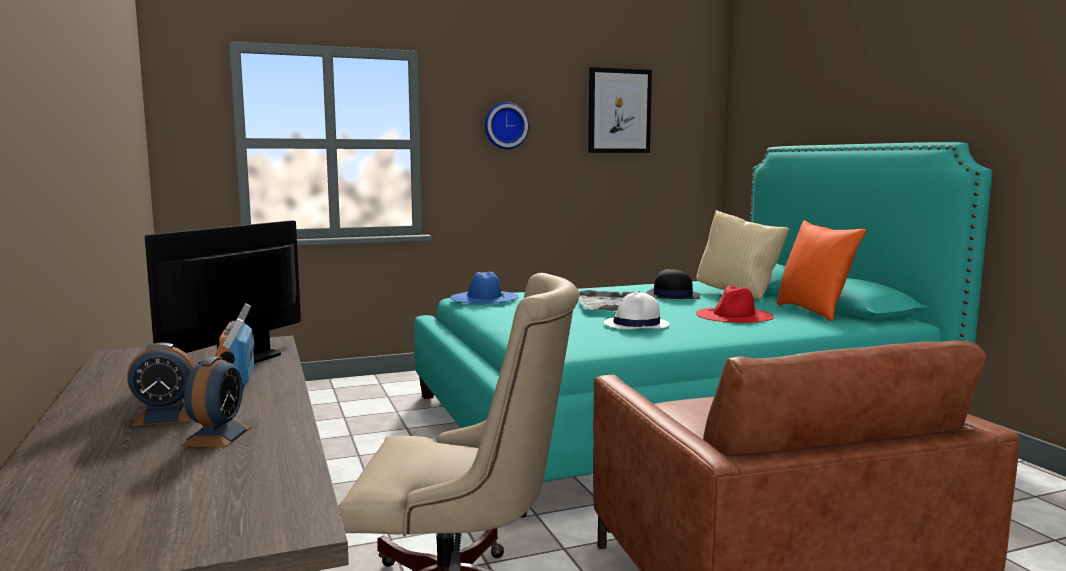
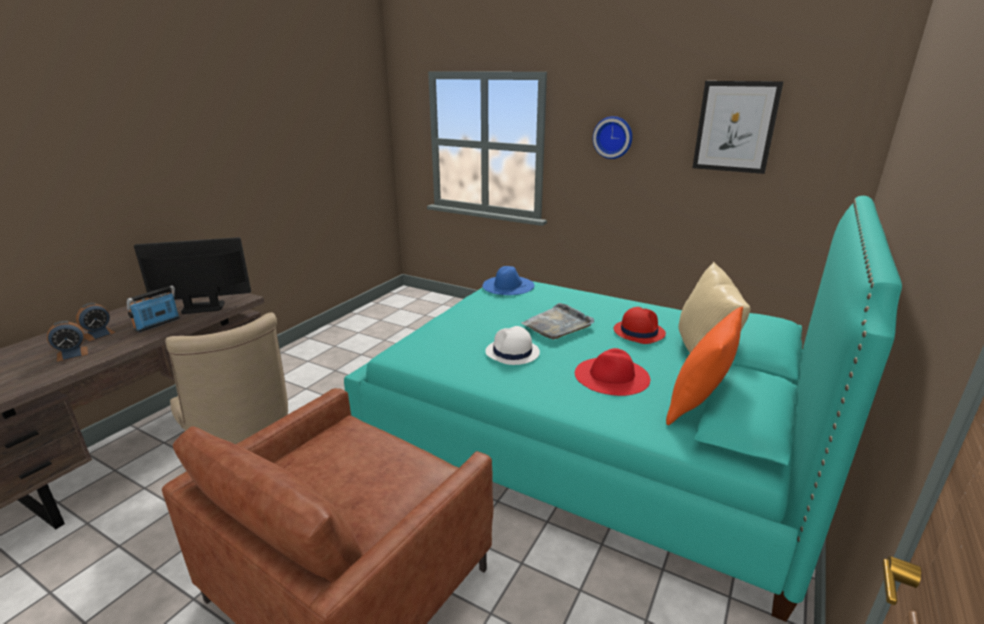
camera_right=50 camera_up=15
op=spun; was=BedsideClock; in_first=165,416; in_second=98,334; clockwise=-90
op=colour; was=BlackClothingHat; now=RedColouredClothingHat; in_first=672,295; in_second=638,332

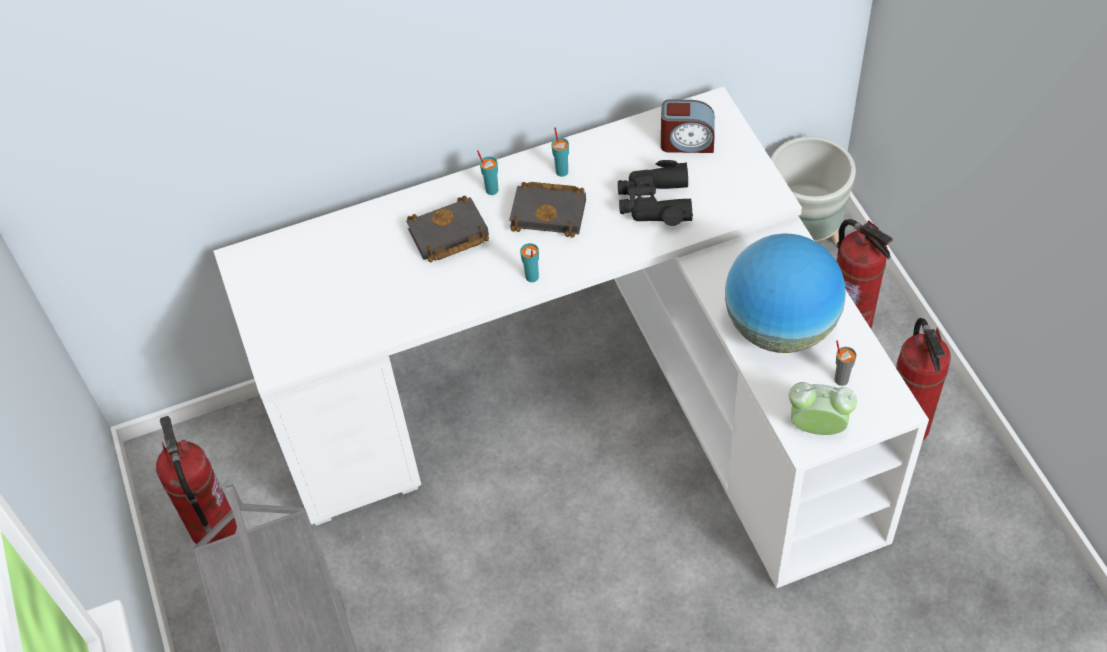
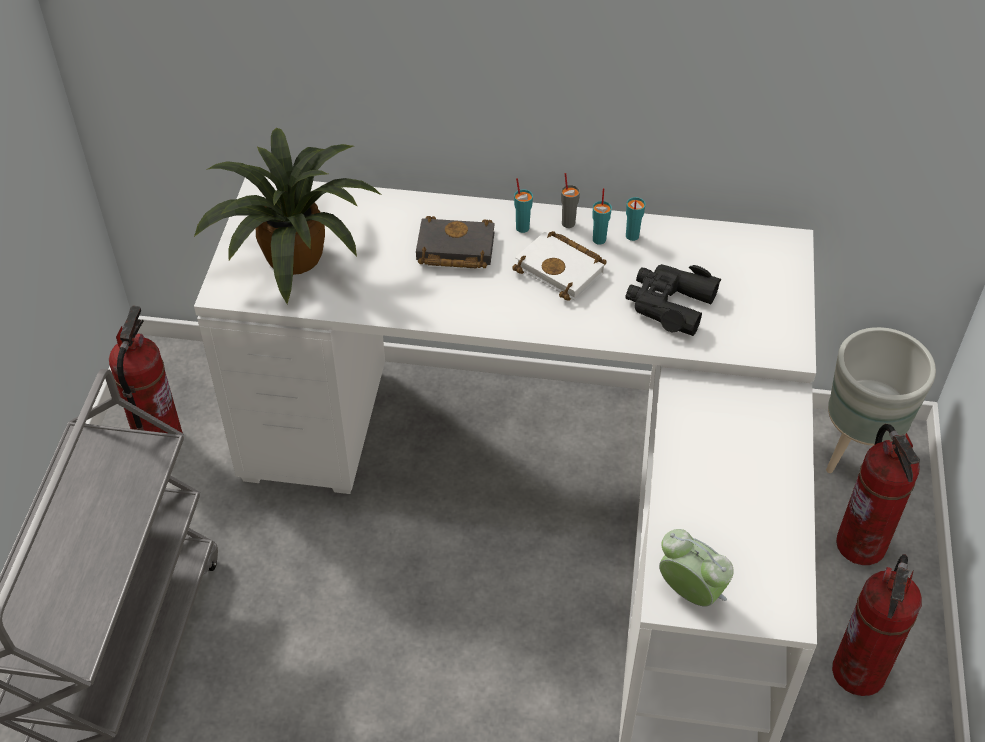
camera_right=25 camera_up=-5
op=colour; was=BlackBoundBook; now=WhiteBoundBook; in_first=551,212; in_second=563,270
op=relocated; was=TurquoiseDrinkingCup; in_first=532,277; in_second=632,236
op=missing; was=BedsideClock; in_first=687,142
op=missing; was=Globe; in_first=780,328
op=relocated; was=GreyDrinkingCup; in_first=841,379; in_second=568,223
op=appeared; now=PottedPlant; in_second=297,260

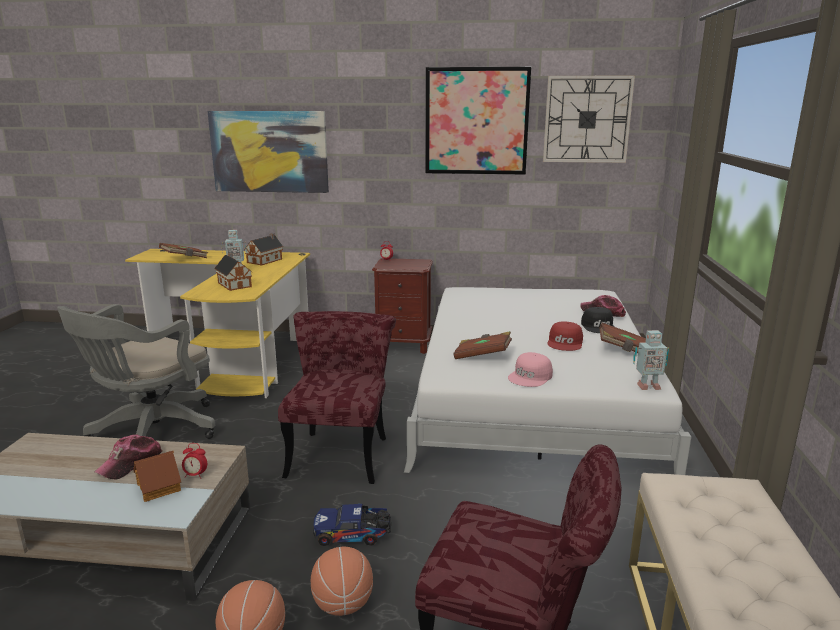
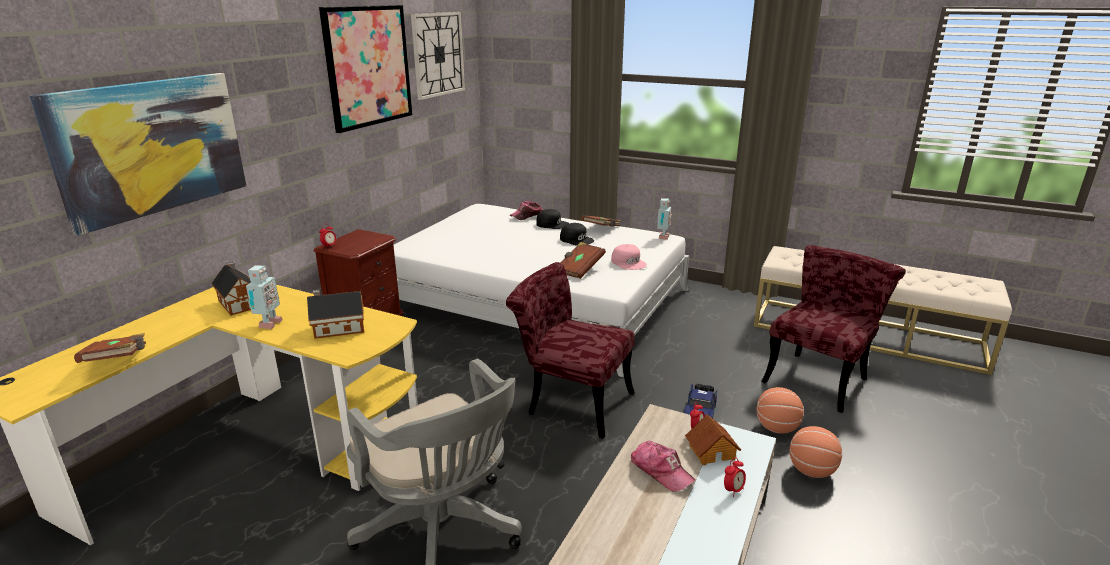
camera_right=-70 camera_up=5
op=colour; was=RedColouredPeakedCap; now=BlackPeakedCap; in_first=565,343; in_second=577,239
op=appeared; now=BedsideClock; in_second=733,490

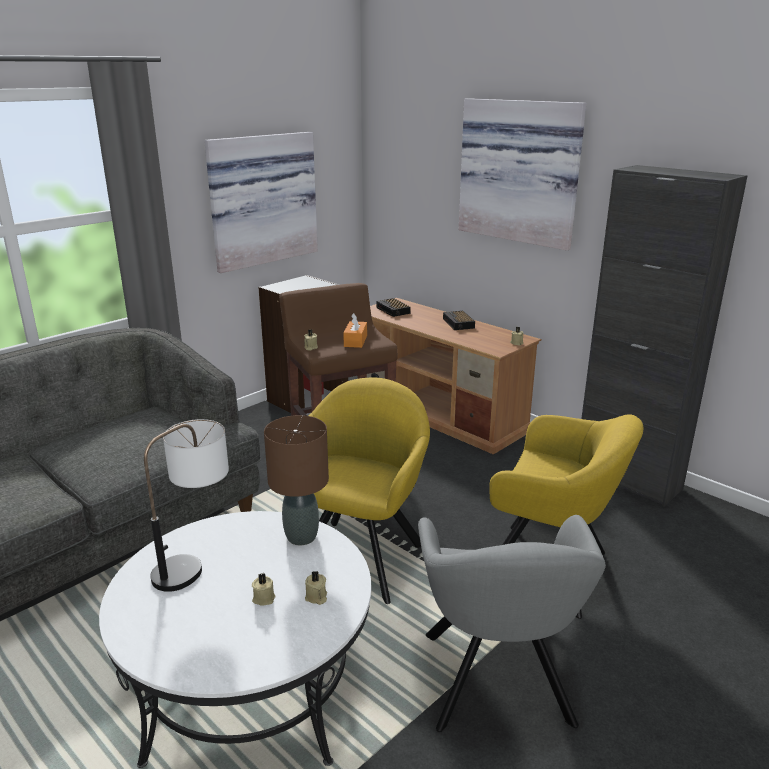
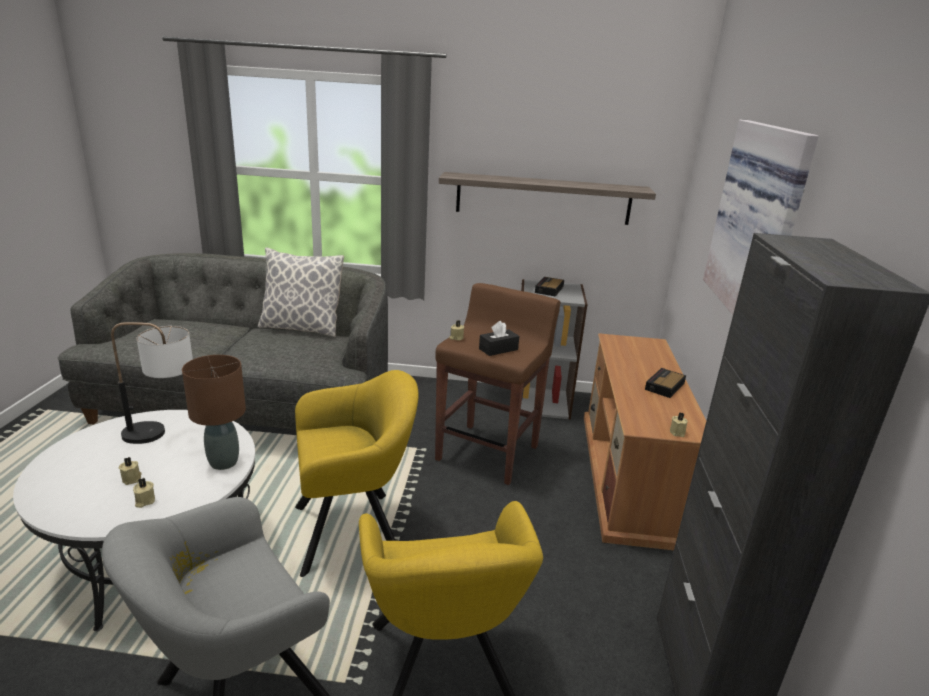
camera_right=50 camera_up=0
op=exchanged; was=WallPicture; now=BracketShelf; in_first=261,199; in_second=543,198
op=colour; was=OrangeColouredBoxOfTissues; now=BlackBoxOfTissues; in_first=355,341; in_second=498,349
op=relocated; was=BedsideClock; in_first=393,310; in_second=549,290
op=appeared; now=Pillow; in_second=301,328

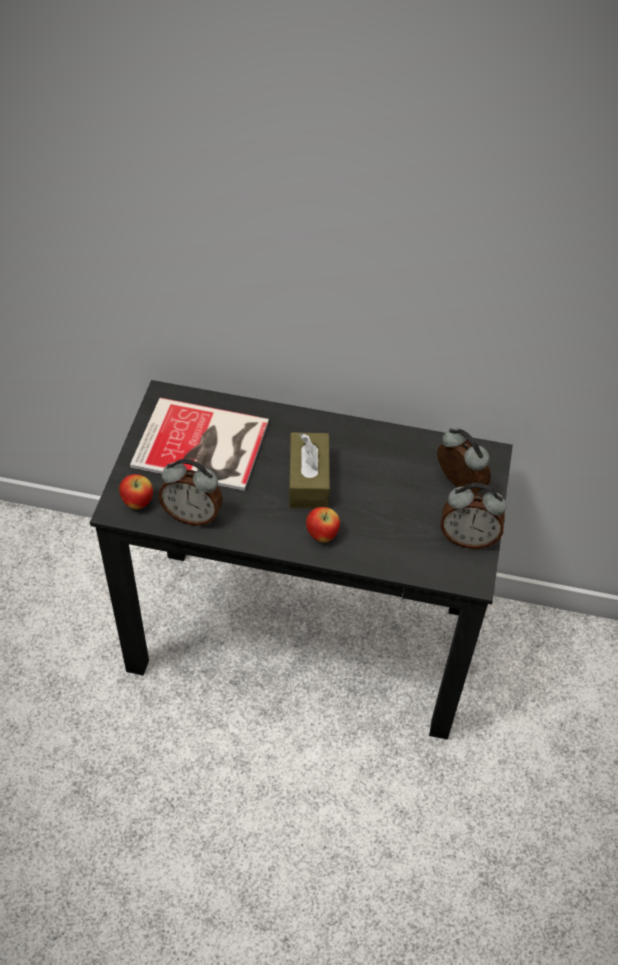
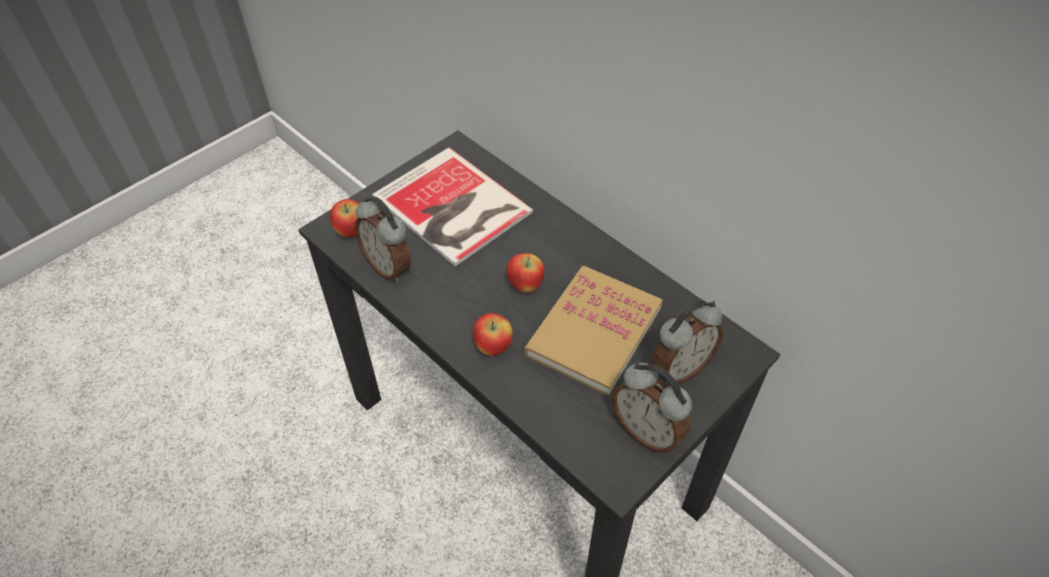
camera_right=35 camera_up=0
op=exchanged; was=BrownColouredBoxOfTissues; now=AppleFruit; in_first=308,480; in_second=525,285
op=spun; was=BedsideClock; in_first=457,485; in_second=680,367; clockwise=60
op=appeared; now=BoundBook; in_second=594,331

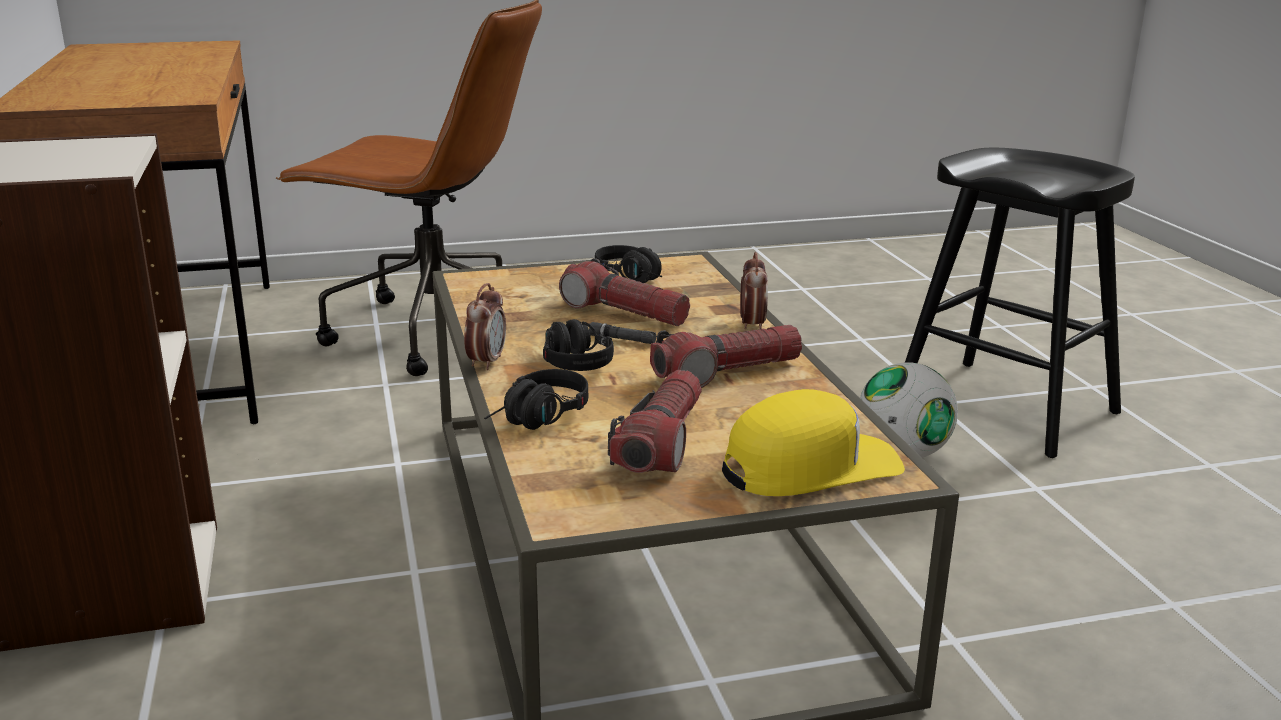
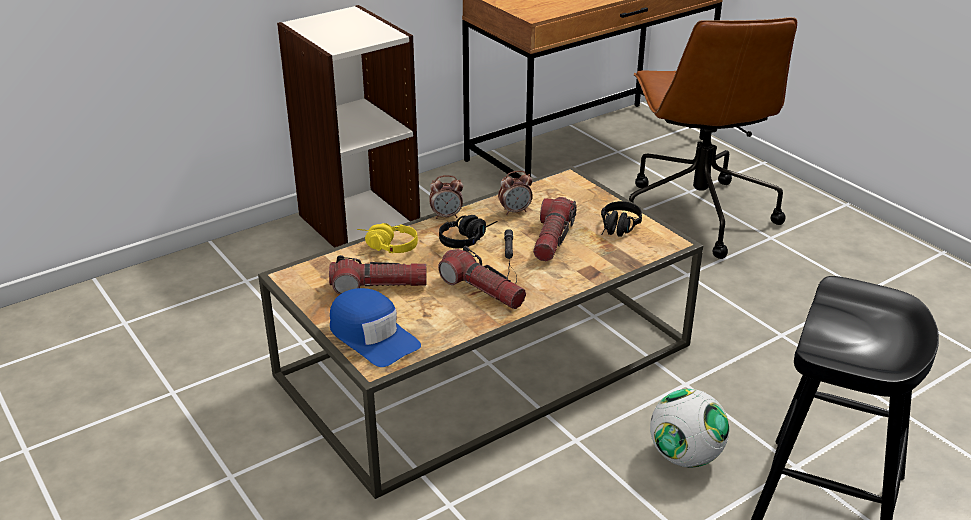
camera_right=70 camera_up=10
op=colour; was=BlackHeadphones; now=YellowHeadphones; in_first=537,419; in_second=386,247
op=colour; was=YellowPeakedCap; now=BlueColouredPeakedCap; in_first=810,467; in_second=372,336
op=relocated; was=BedsideClock; in_first=752,325; in_second=515,211

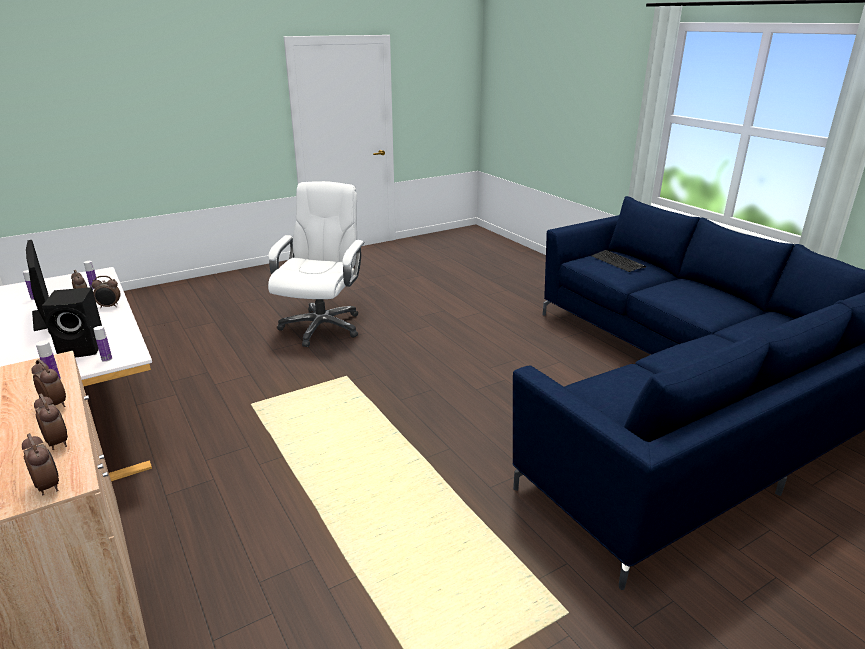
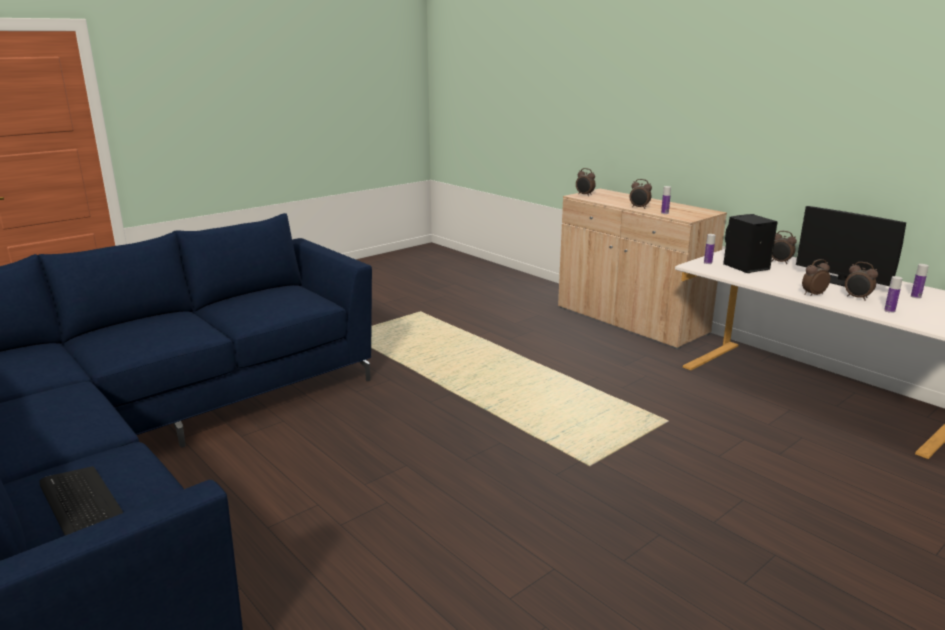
camera_right=170 camera_up=-5
op=relocated; was=BedsideClock; in_first=58,442; in_second=780,262
op=missing; was=WhiteDeskChair; in_first=322,326

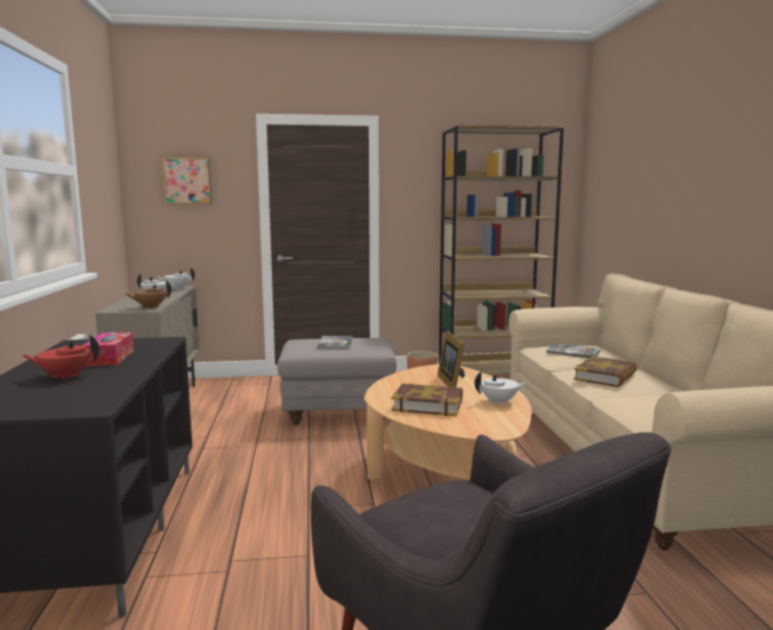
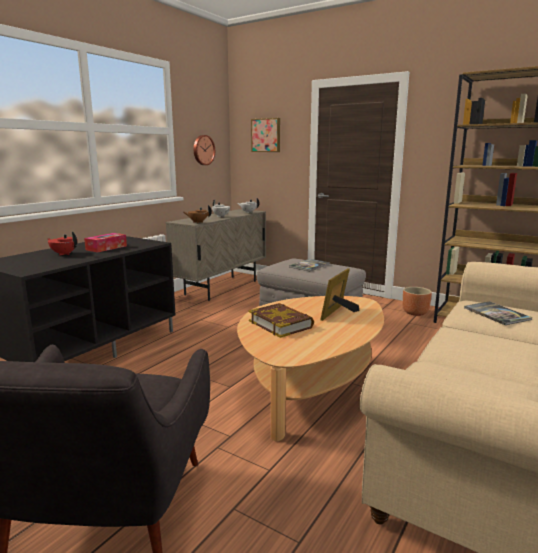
camera_right=40 camera_up=5
op=missing; was=WhiteTeaPot; in_first=499,402
op=missing; was=BoundBook; in_first=605,377
op=appeared; now=ClockOnTheWall; in_second=203,150

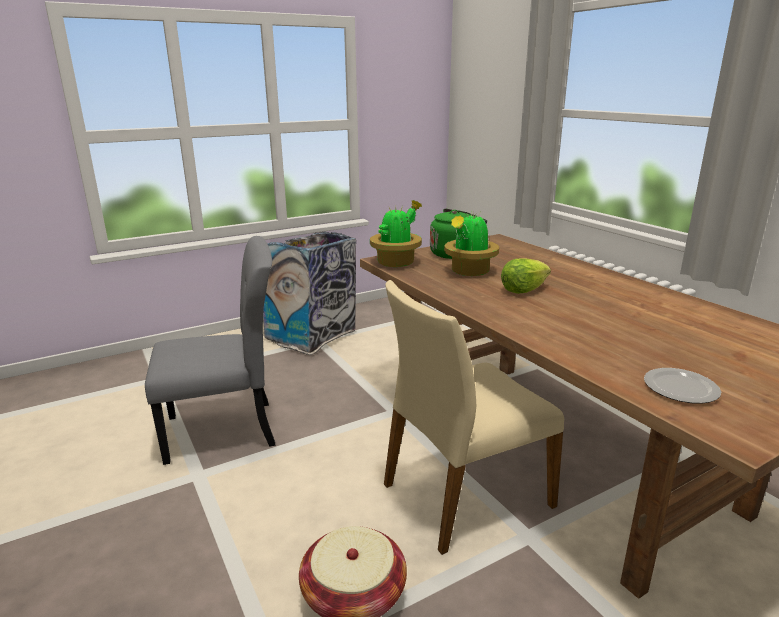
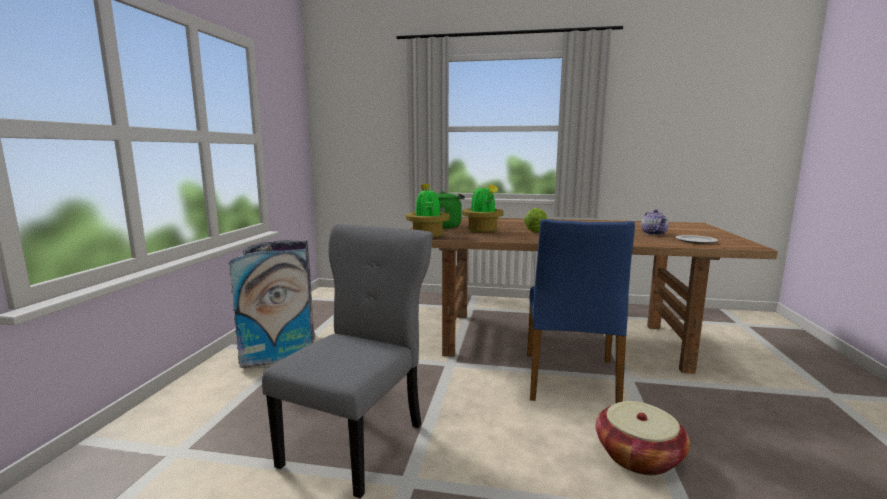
camera_right=-50 camera_up=-10
op=colour; was=SandColouredPlainChair; now=BlueColouredPlainChair; in_first=464,494; in_second=571,379
op=appeared; now=TeaPot; in_second=654,233

